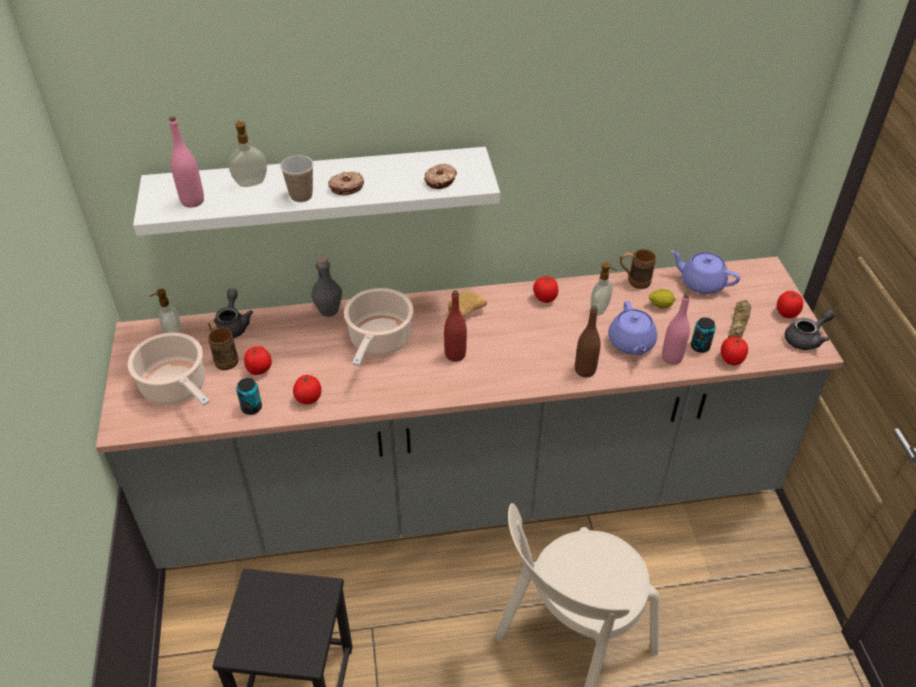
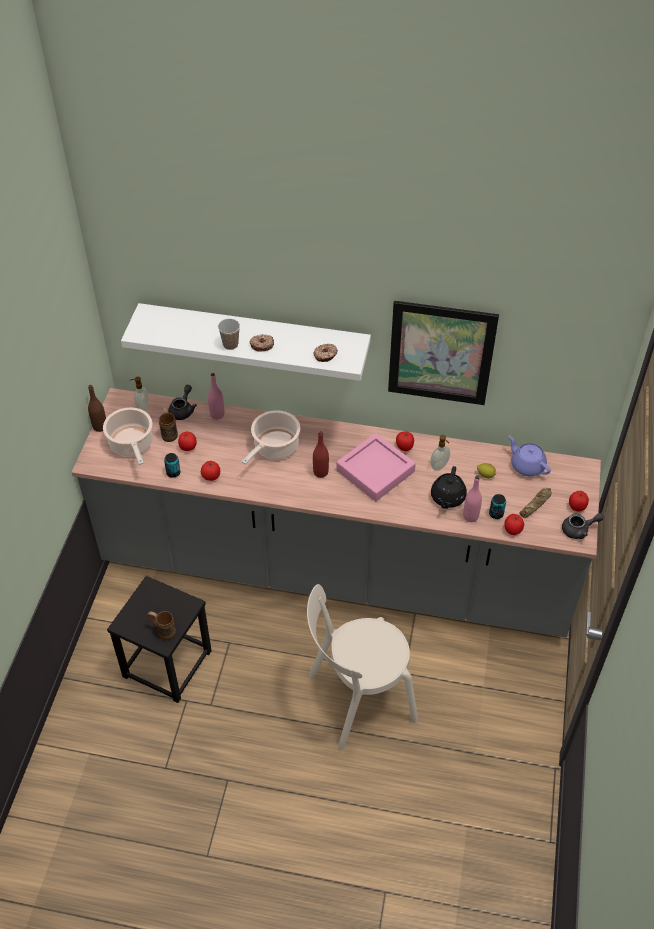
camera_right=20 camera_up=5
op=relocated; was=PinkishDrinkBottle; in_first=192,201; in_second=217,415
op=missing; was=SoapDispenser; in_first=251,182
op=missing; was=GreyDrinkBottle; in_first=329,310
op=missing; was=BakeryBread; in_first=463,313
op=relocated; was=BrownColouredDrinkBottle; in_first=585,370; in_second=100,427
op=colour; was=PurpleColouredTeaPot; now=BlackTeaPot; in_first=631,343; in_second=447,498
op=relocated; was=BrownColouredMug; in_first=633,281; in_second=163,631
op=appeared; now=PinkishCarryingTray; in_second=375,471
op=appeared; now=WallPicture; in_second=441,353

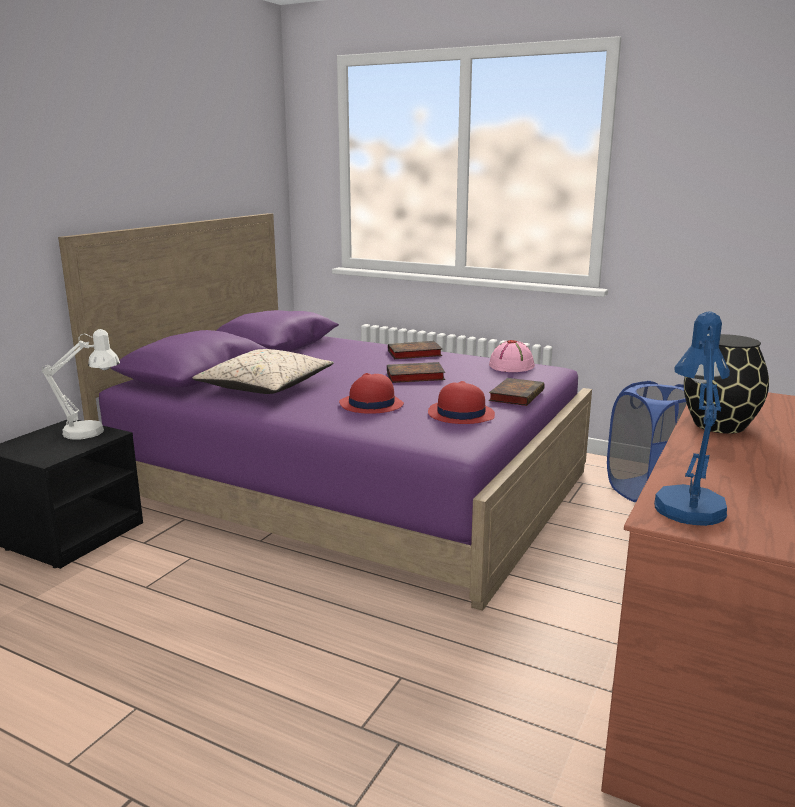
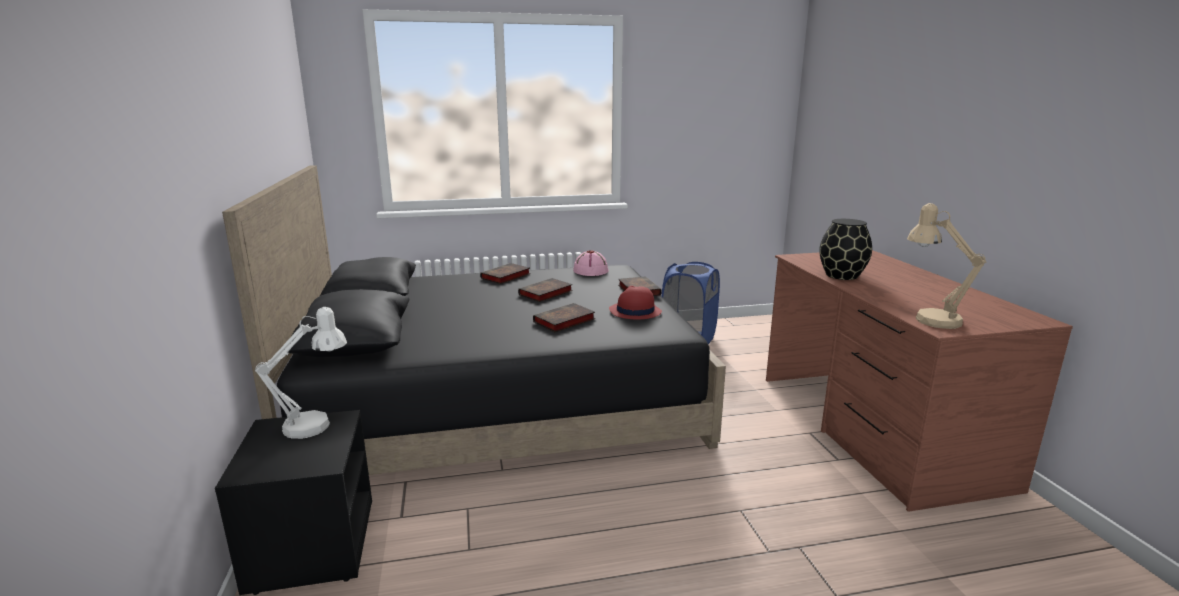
camera_right=-40 camera_up=0
op=colour; was=PurpleColouredBedroomBed; now=BlackBedroomBed; in_first=351,484; in_second=501,400
op=missing; was=SandColouredPillow; in_first=265,387
op=exchanged; was=RedColouredClothingHat; now=BoundBook; in_first=371,404; in_second=563,321
op=colour; was=BlueColouredTabletopLamp; now=SandColouredTabletopLamp; in_first=688,502; in_second=930,318

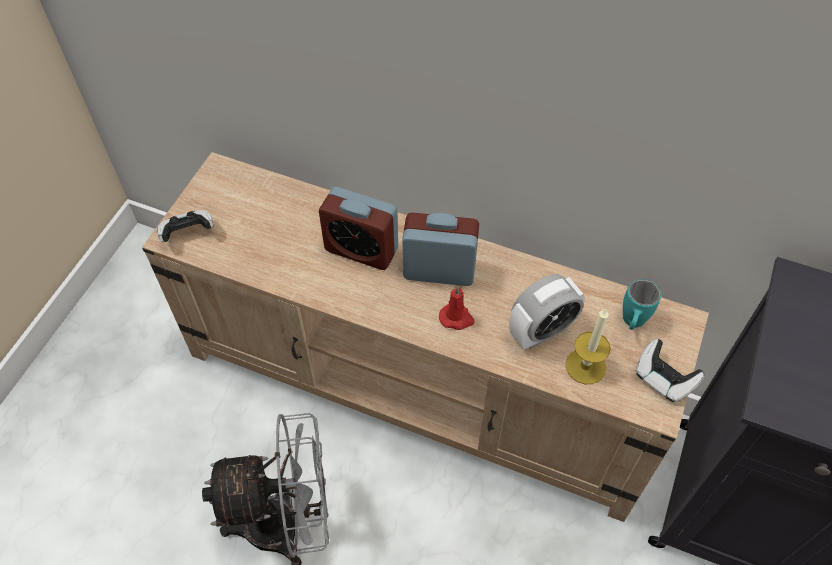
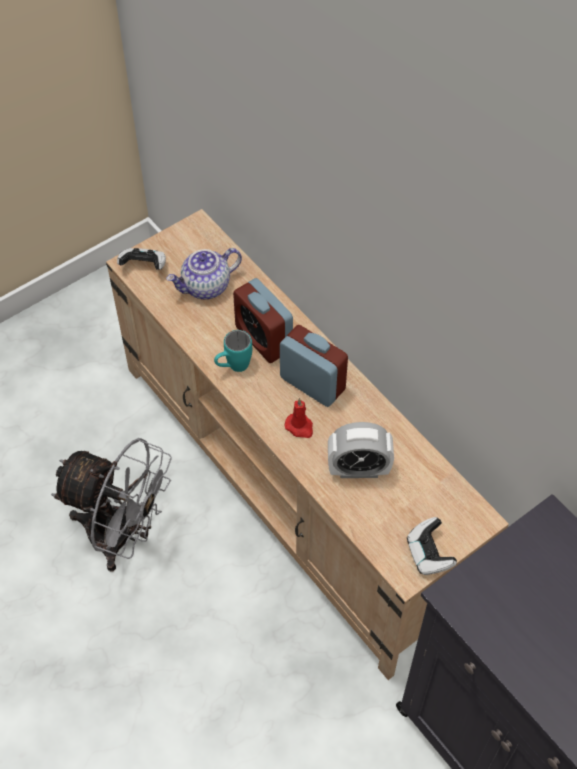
camera_right=30 camera_up=0
op=missing; was=WaxLight; in_first=585,366
op=relocated; was=TurquoiseMug; in_first=631,324; in_second=233,367
op=appeared; now=TeaPot; in_second=206,287

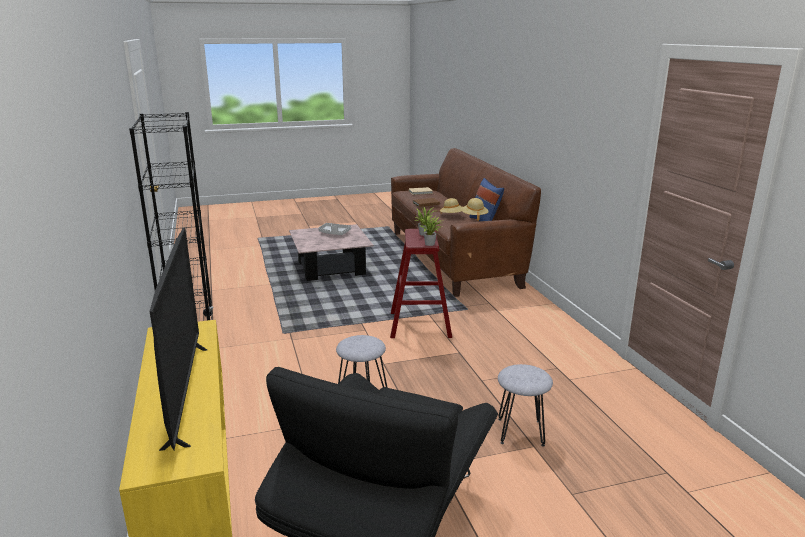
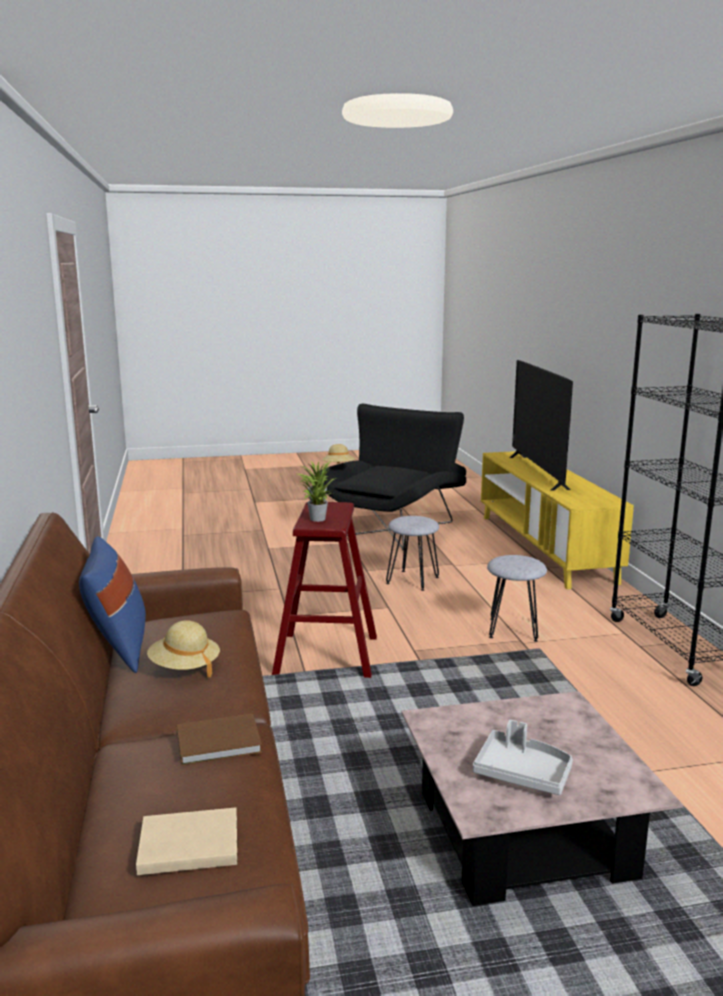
camera_right=-175 camera_up=-5
op=relocated; was=SandColouredClothingHat; in_first=474,217; in_second=338,467
op=relocated; was=GreyStoolSeat; in_first=520,431; in_second=513,630

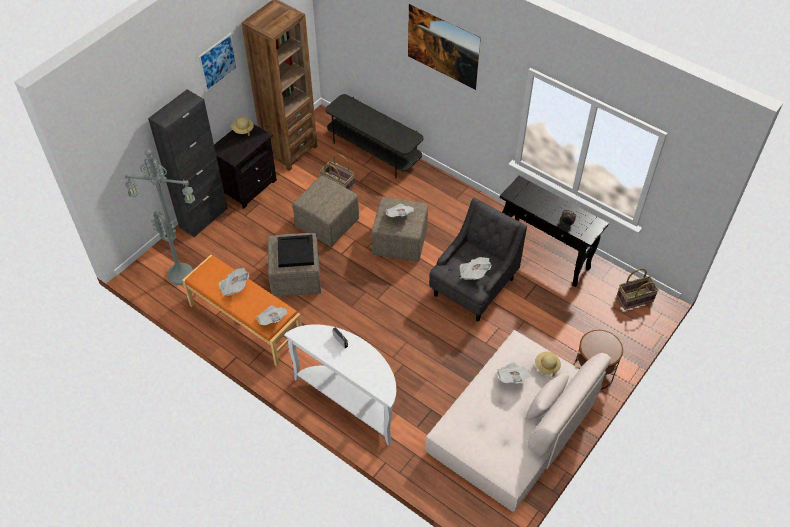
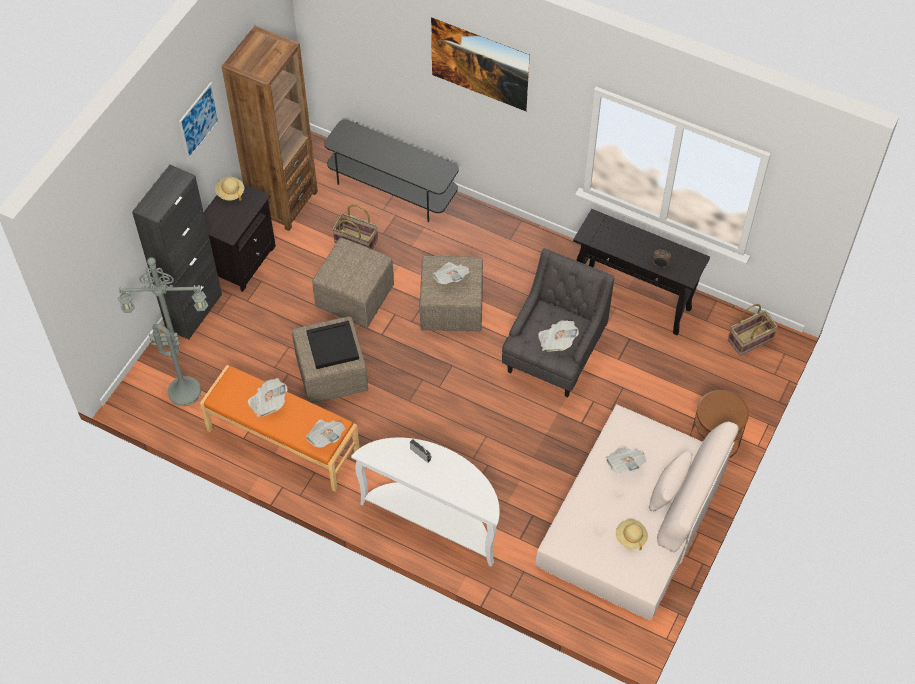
camera_right=-10 camera_up=5
op=relocated; was=SandColouredClothingHat; in_first=546,366; in_second=630,537

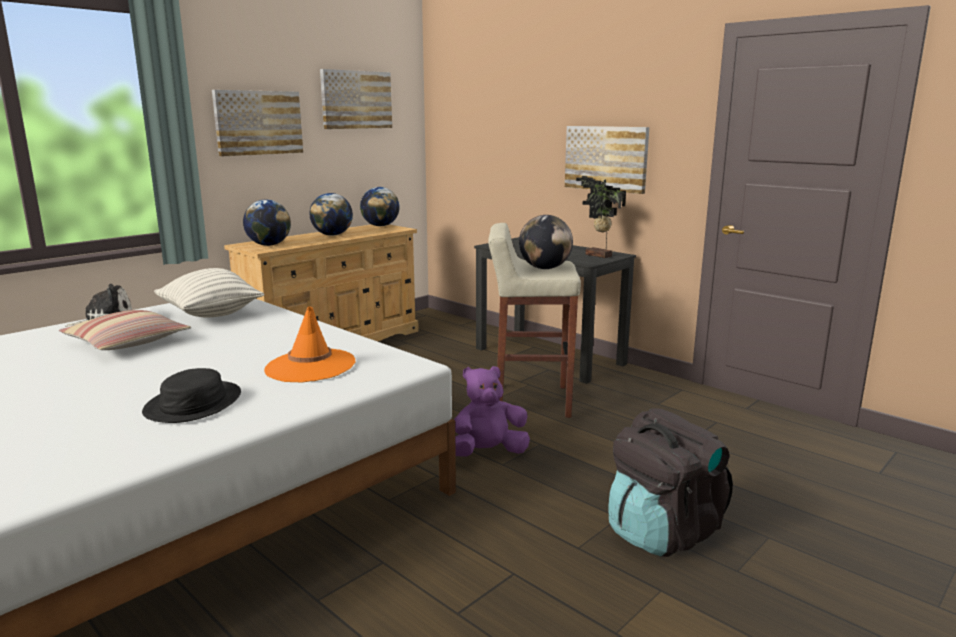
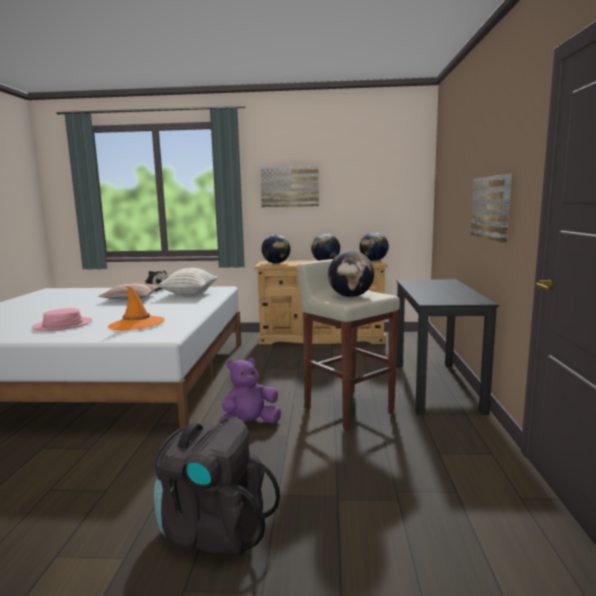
camera_right=50 camera_up=-5
op=colour; was=BlackClothingHat; now=PinkishClothingHat; in_first=194,404; in_second=63,325
op=missing; was=WallPicture; in_first=356,100
op=spun; was=PurpleColouredSoftToy; in_first=487,453; in_second=249,425; clockwise=-60
op=missing; was=PottedPlant; in_first=598,256

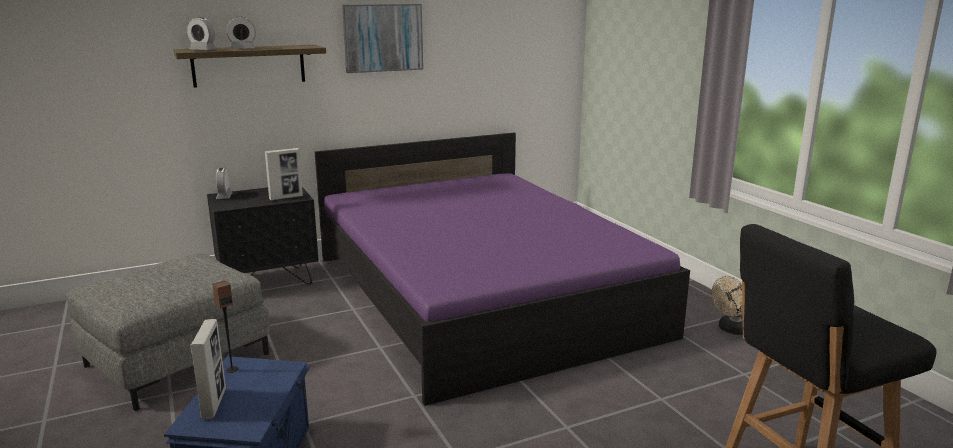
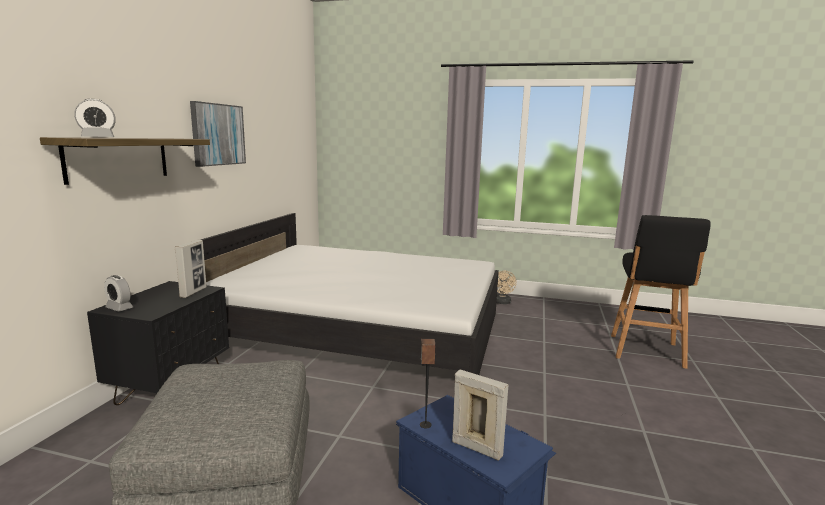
camera_right=-50 camera_up=-5
op=missing; was=BedsideClock; in_first=243,49
op=colour; was=PurpleColouredBedroomBed; now=WhiteBedroomBed; in_first=479,295; in_second=360,332

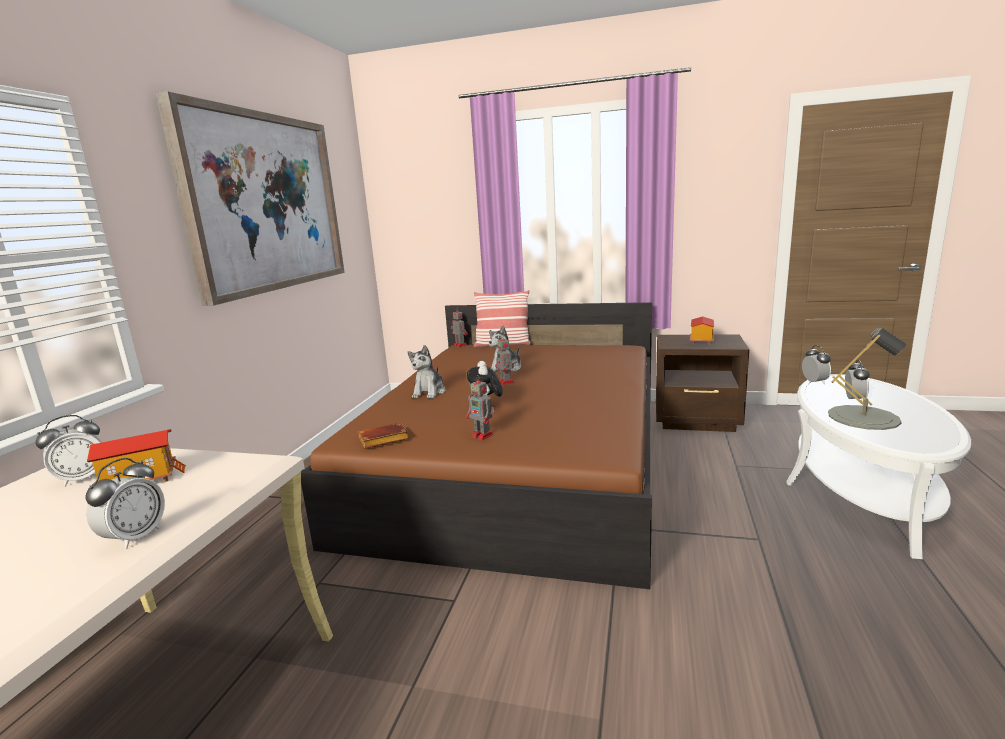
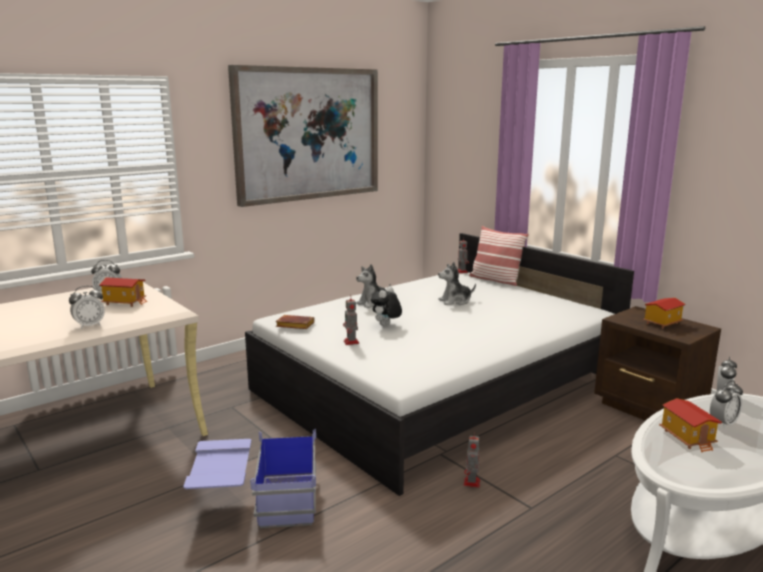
camera_right=35 camera_up=0
op=colour; was=BrownColouredBedroomBed; now=WhiteBedroomBed; in_first=518,464; in_second=436,386
op=relocated; was=ToyRobot; in_first=506,382; in_second=471,483
op=exchanged; was=GreyTabletopLamp; now=ModelHouse; in_first=863,417; in_second=688,438
op=appeared; now=BlueColouredStorageBox; in_second=256,503

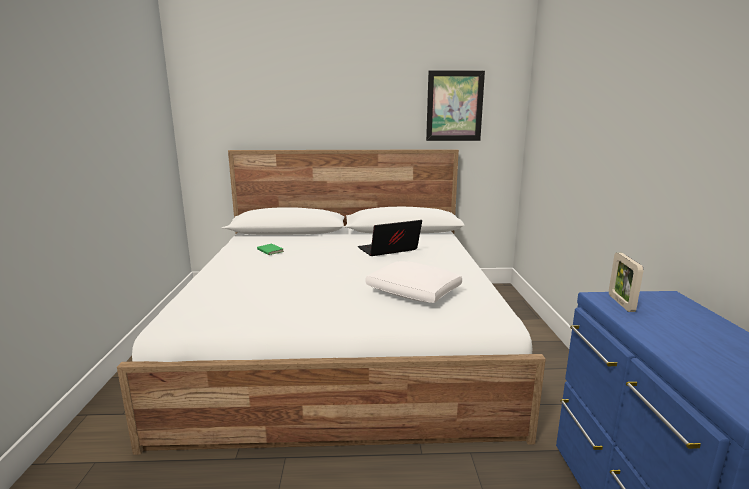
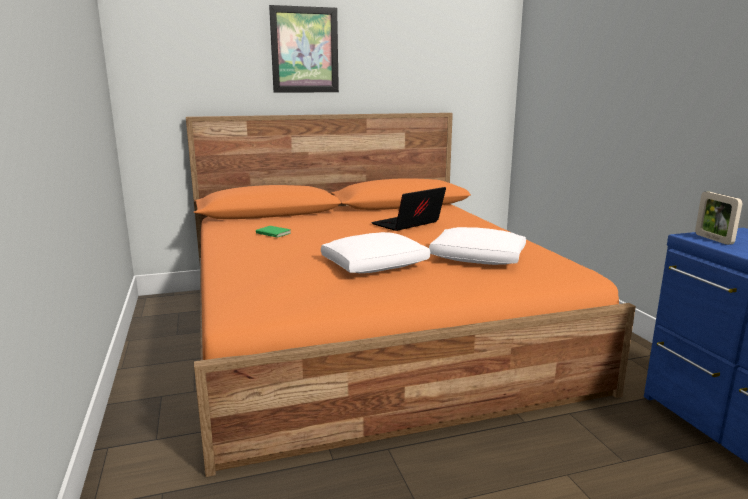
camera_right=-15 camera_up=0
op=colour; was=WhiteBedroomBed; now=OrangeColouredBedroomBed; in_first=344,341; in_second=369,332
op=relocated; was=WallPicture; in_first=454,106; in_second=304,50
op=appeared; now=WhitePillow; in_second=375,266

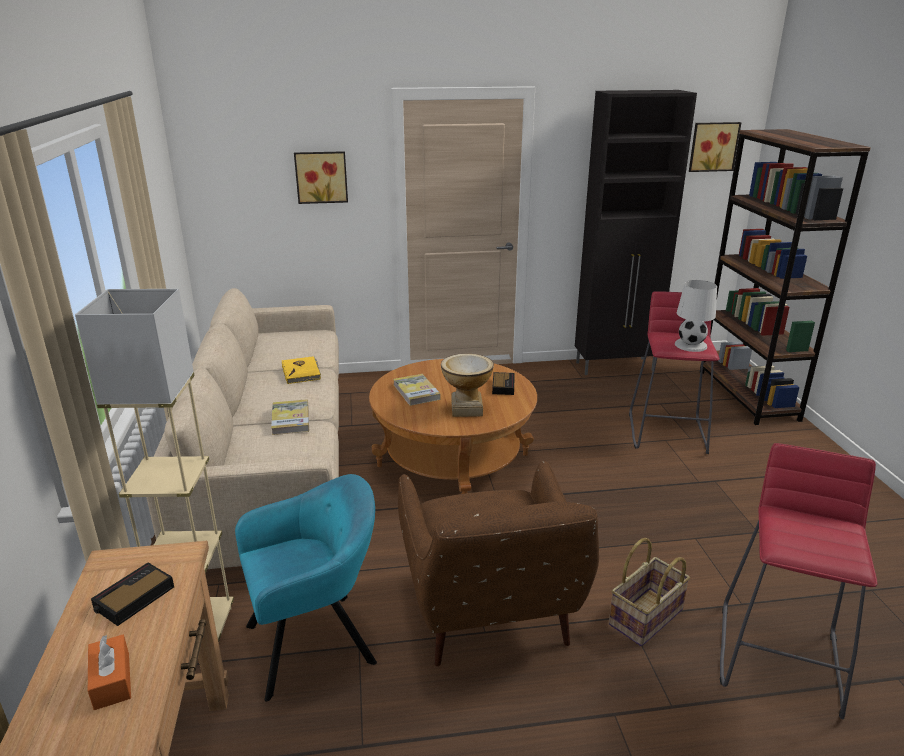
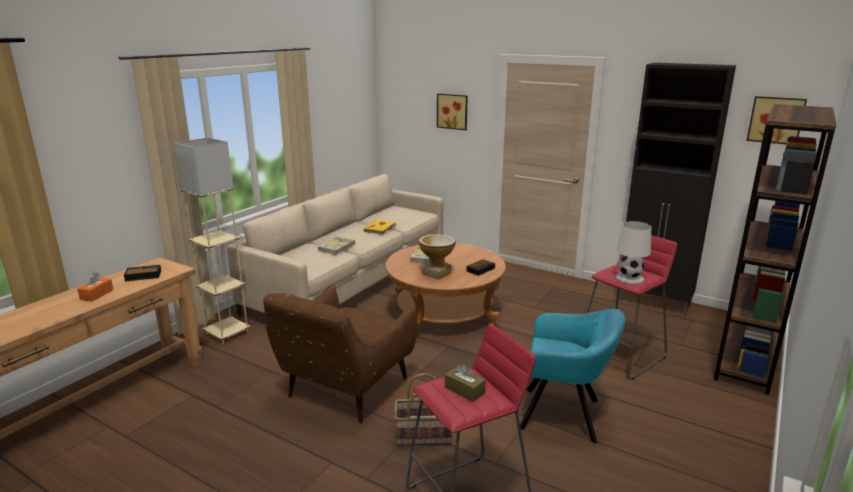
camera_right=40 camera_up=-5
op=relocated; was=TurquoiseArmchair; in_first=316,641; in_second=564,415
op=appeared; now=BrownColouredBoxOfTissues; in_second=464,390

